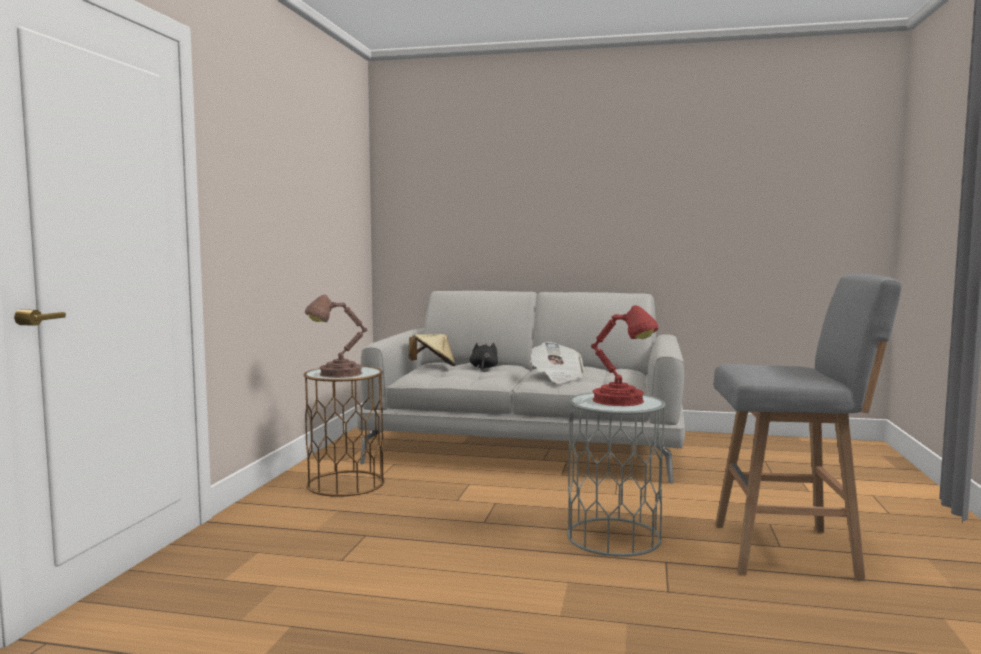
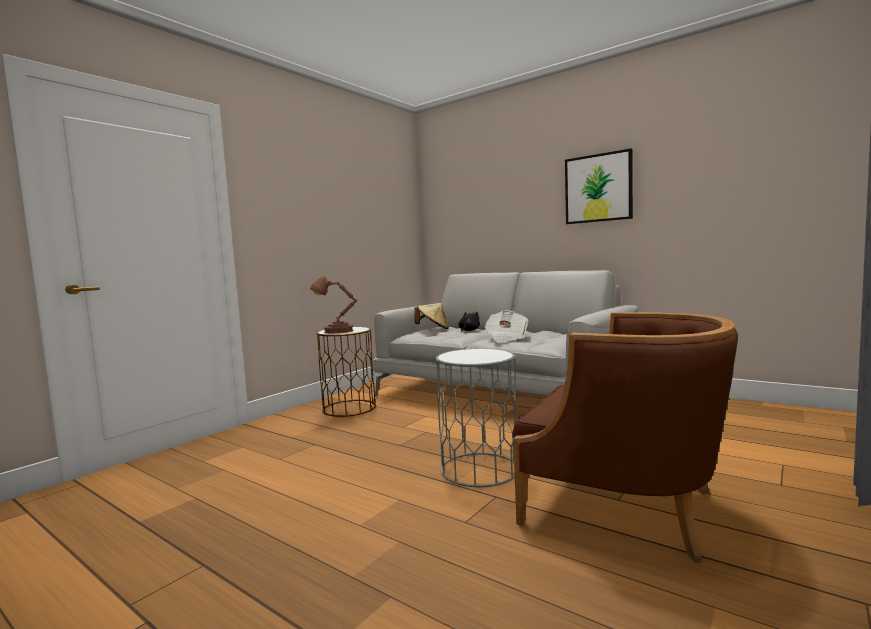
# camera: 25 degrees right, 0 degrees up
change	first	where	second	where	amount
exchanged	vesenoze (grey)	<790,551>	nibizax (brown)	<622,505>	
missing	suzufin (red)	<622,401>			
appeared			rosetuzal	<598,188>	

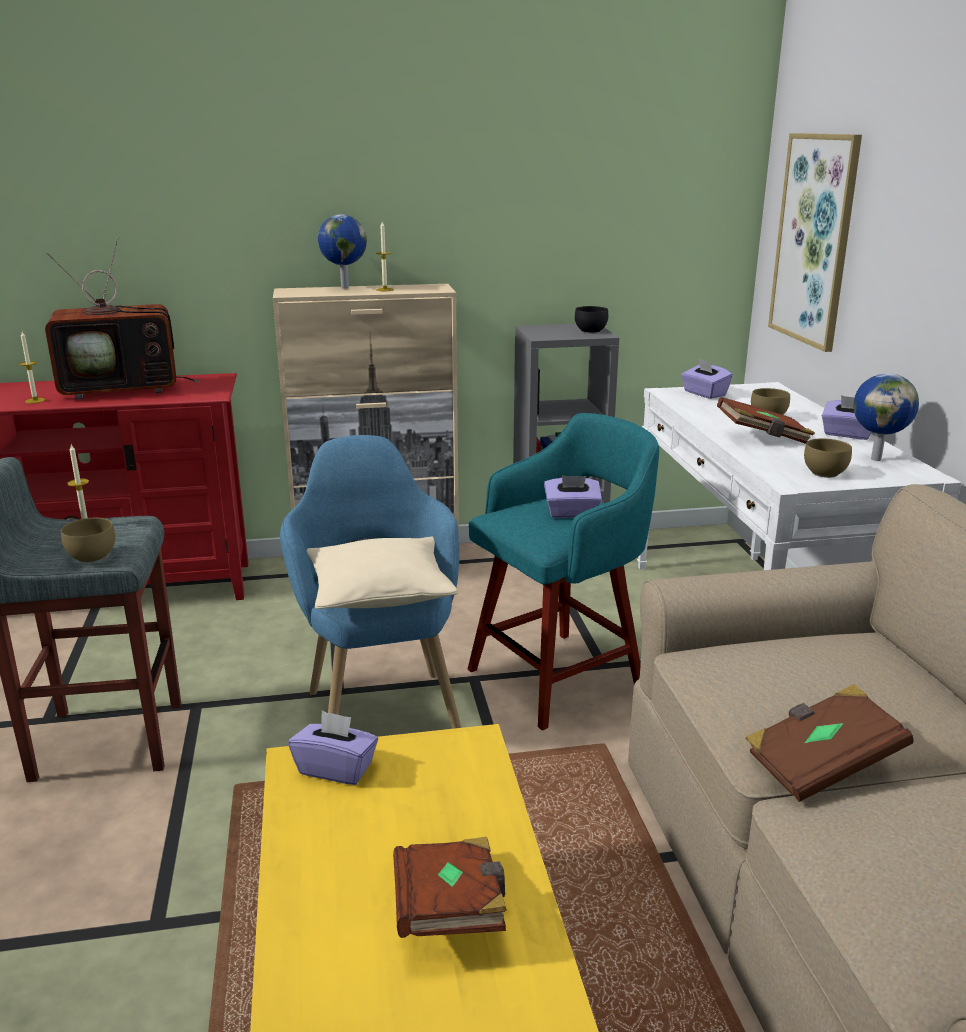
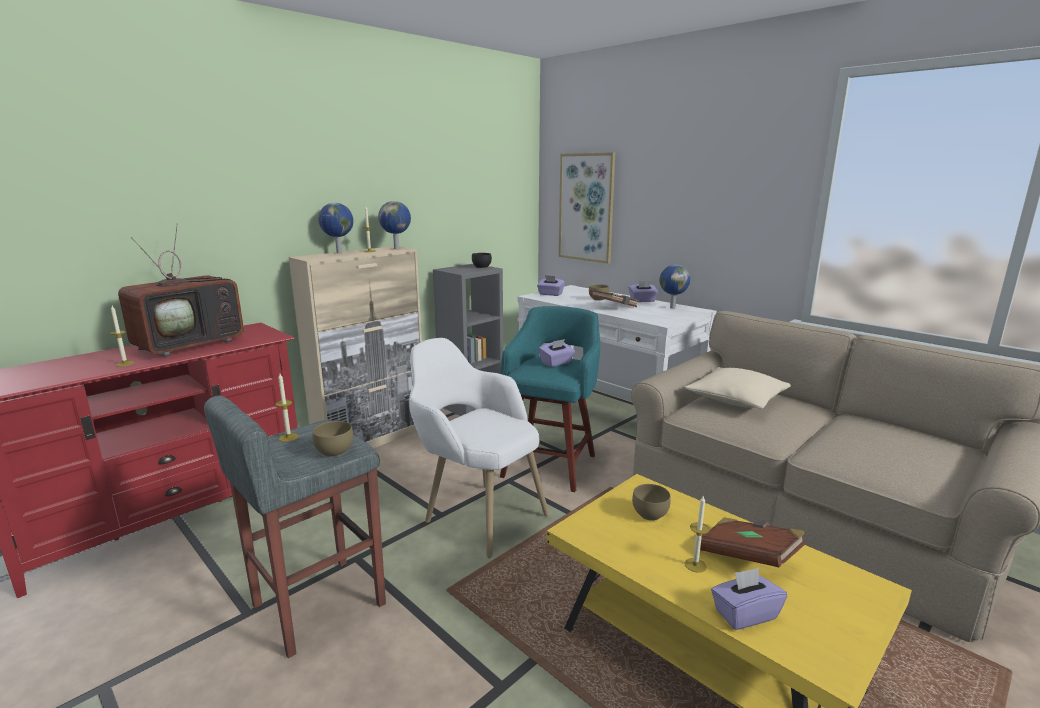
# camera: 35 degrees left, 5 degrees down
change	first	where	second	where	amount
colour	nibizax (blue)	<380,705>	nibizax (white)	<475,513>	
relocated	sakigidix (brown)	<825,474>		<651,515>	
relocated	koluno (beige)	<380,592>		<736,399>	
missing	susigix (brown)	<821,764>			
relocated	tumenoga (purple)	<336,768>		<744,614>	
appeared			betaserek	<397,248>	
appeared			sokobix	<695,565>	

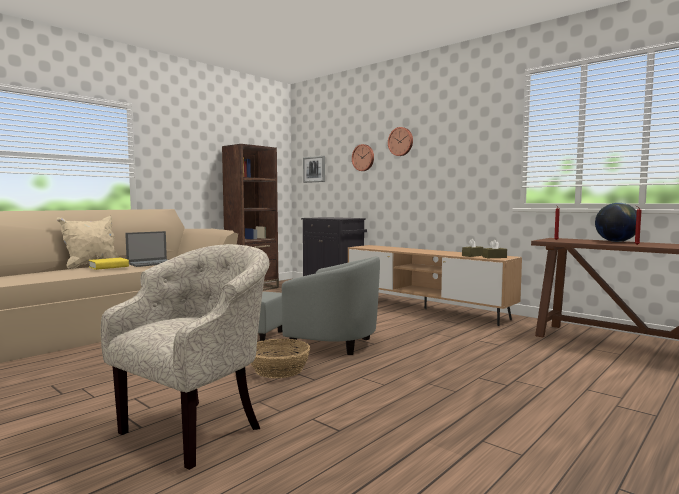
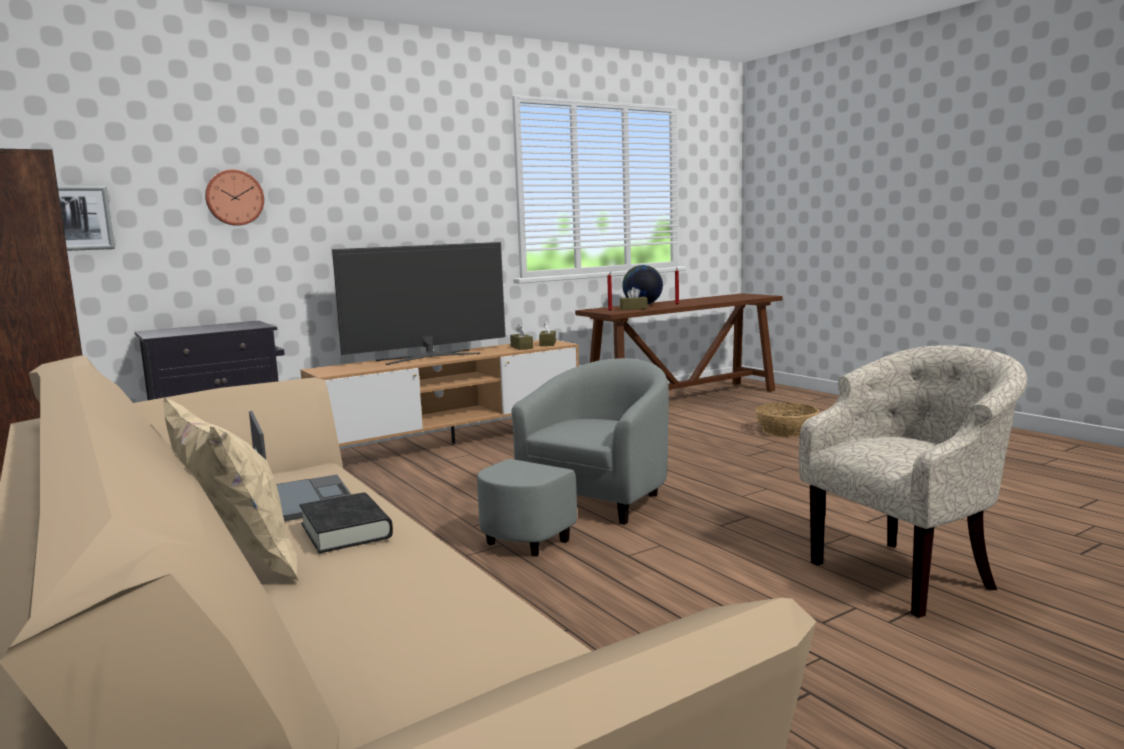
# camera: 75 degrees left, 5 degrees up
change	first	where	second	where	amount
missing	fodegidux	<401,141>			
spun	nibizax (beige)	<198,428>		<909,574>	105 degrees clockwise
colour	susigix (yellow)	<108,267>	susigix (black)	<346,530>	
relocated	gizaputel	<279,369>		<786,431>	
appeared			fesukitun	<429,357>	
appeared			tumenoga (brown)	<633,308>	

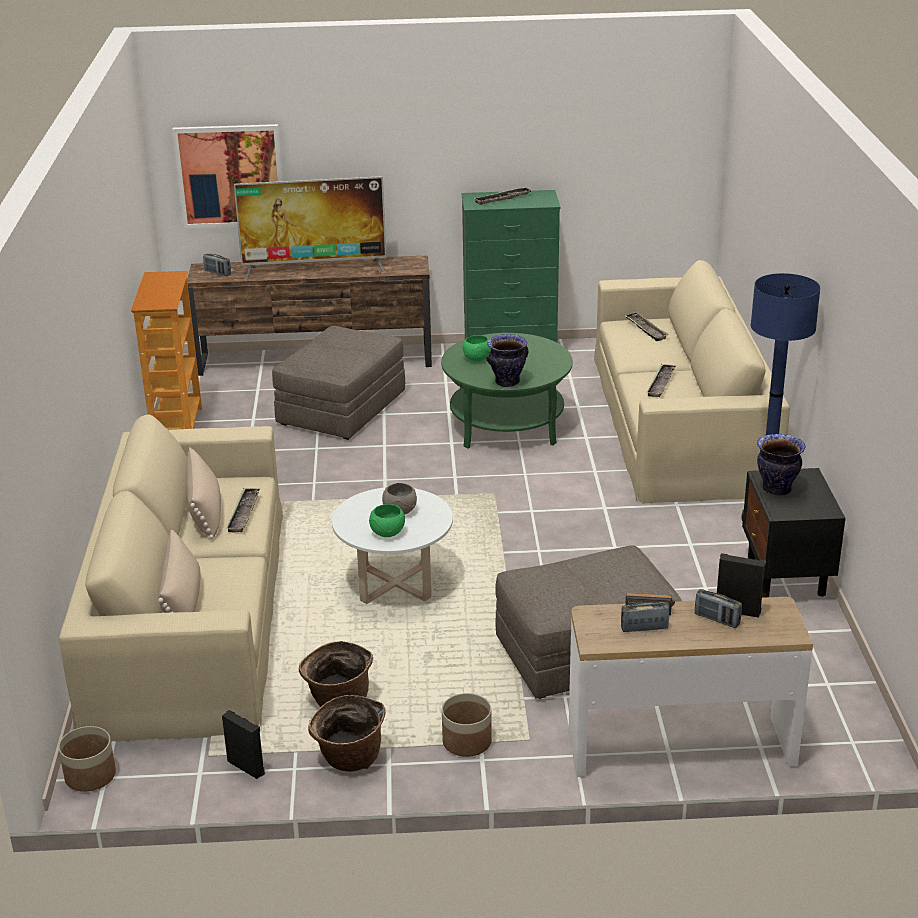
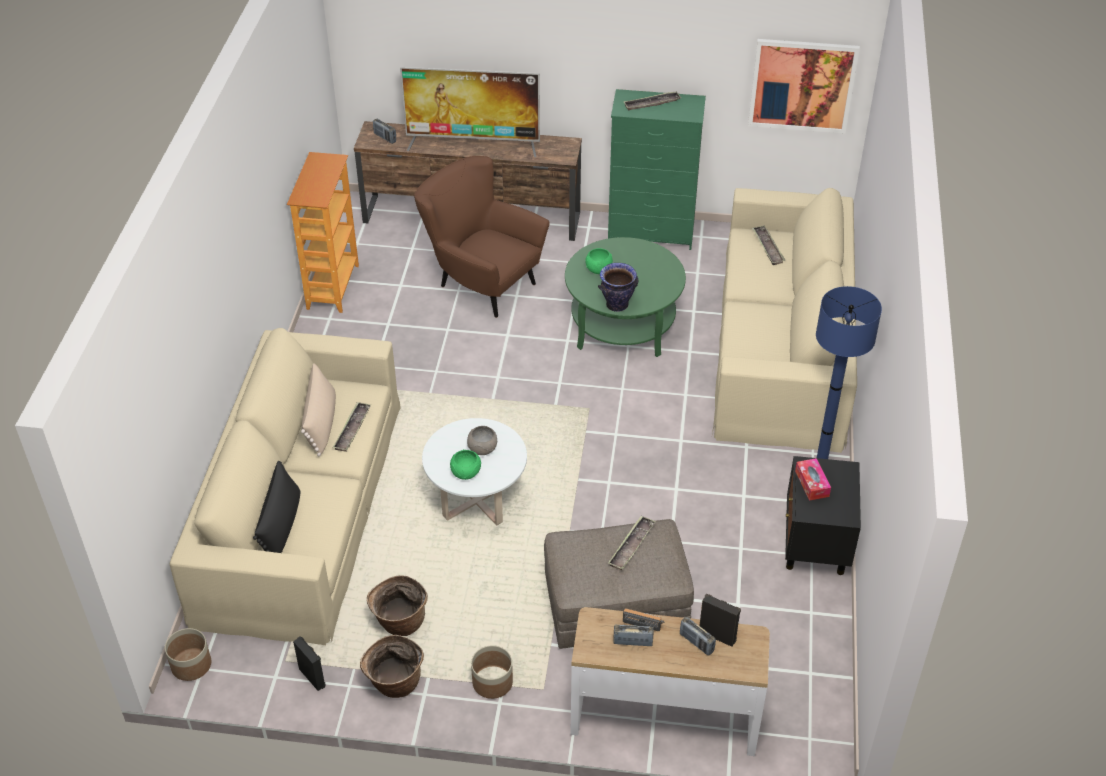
# camera: 10 degrees right, 15 degrees up
change	first	where	second	where	amount
relocated	rosetuzal	<230,176>		<802,85>	
exchanged	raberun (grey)	<342,408>	nibizax (brown)	<481,283>	
relocated	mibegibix	<661,383>		<631,545>	
exchanged	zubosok	<777,489>	tumenoga	<812,483>	
colour	koluno (beige)	<183,602>	koluno (black)	<281,525>	

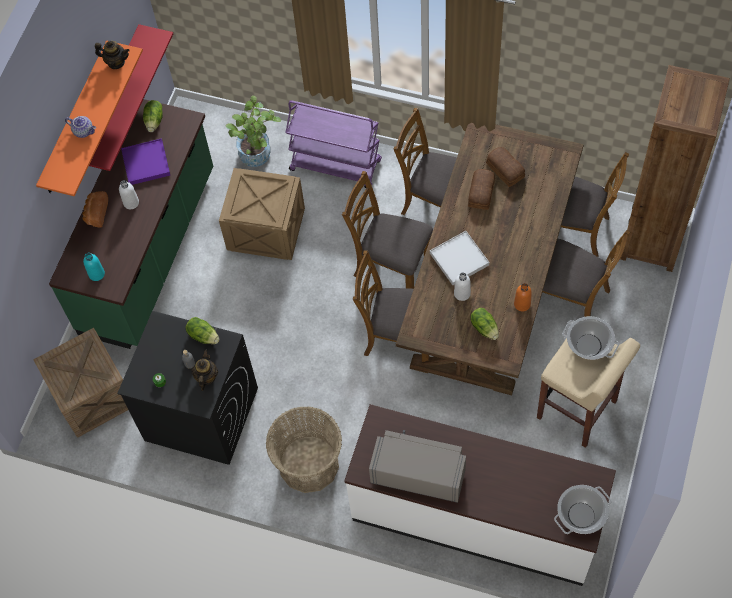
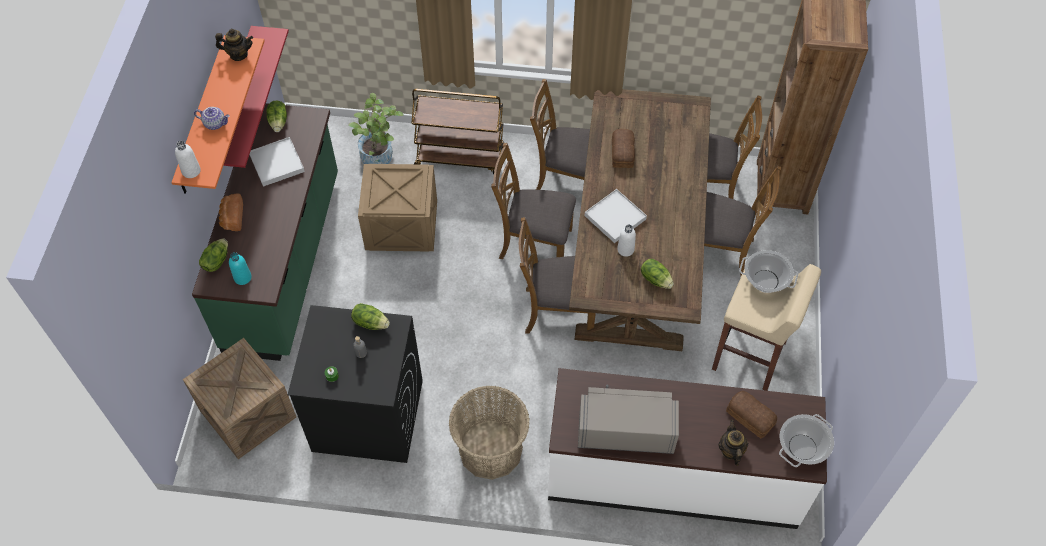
# camera: 15 degrees left, 5 degrees down
change	first	where	second	where	amount
colour	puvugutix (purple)	<336,165>	puvugutix (brown)	<460,157>	
colour	mibegibix (purple)	<146,163>	mibegibix (white)	<277,163>	
relocated	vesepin	<505,169>		<750,416>	
relocated	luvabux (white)	<131,202>		<191,171>	
missing	luvabux (orange)	<522,304>			
relocated	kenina	<206,377>		<730,450>	
appeared			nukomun	<216,261>	

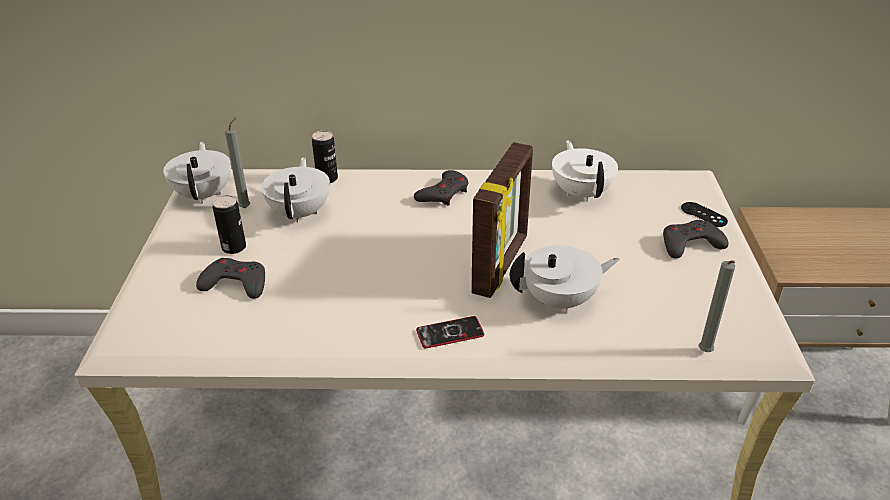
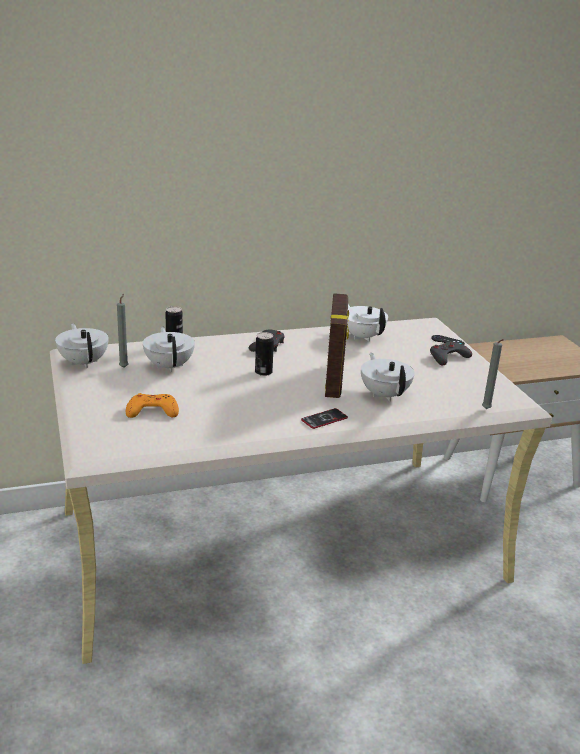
# camera: 20 degrees left, 10 degrees down
change	first	where	second	where	amount
relocated	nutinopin	<234,247>		<263,372>	
spun	kenina (white)	<560,300>		<384,394>	75 degrees counterclockwise
colour	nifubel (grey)	<235,283>	nifubel (orange)	<152,411>	

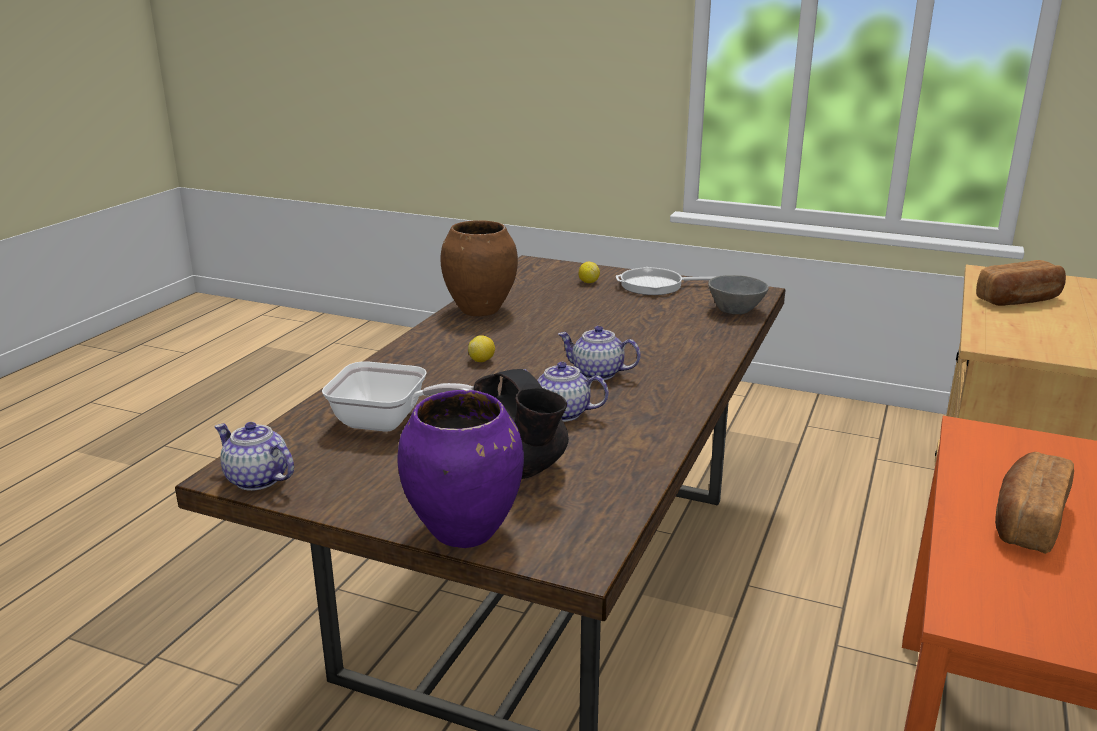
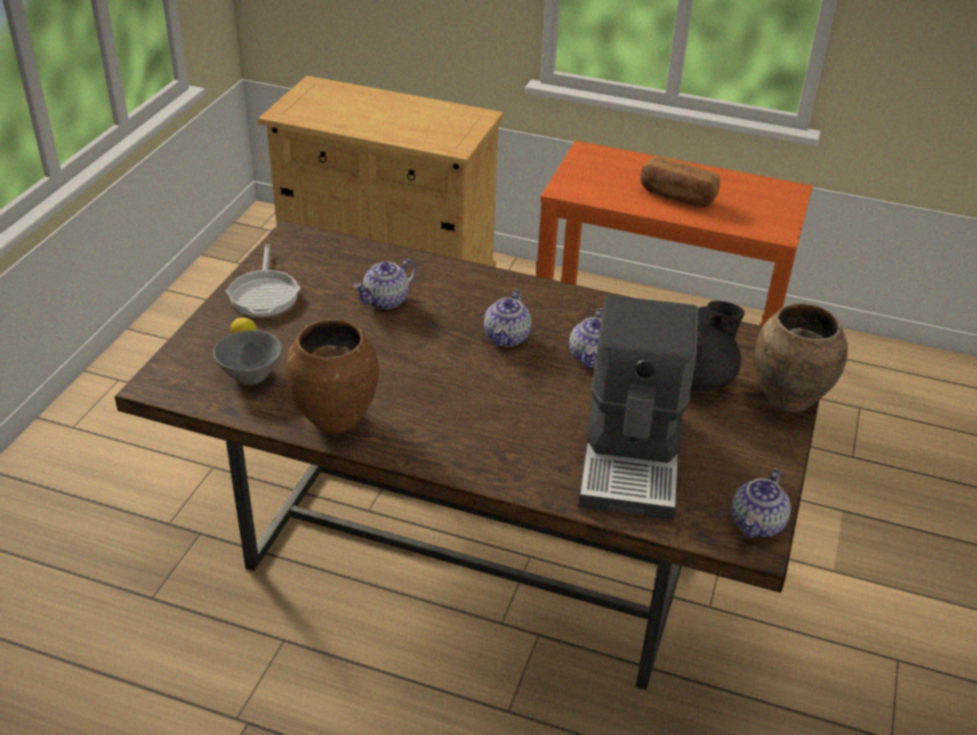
# camera: 95 degrees left, 15 degrees up
change	first	where	second	where	amount
missing	vesepin	<1019,300>			
relocated	sakigidix (grey)	<736,311>		<252,374>	
missing	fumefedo	<482,360>			
exchanged	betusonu	<389,423>	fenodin	<633,457>	
colour	zubosok (purple)	<465,532>	zubosok (brown)	<787,398>	
appeared			kenina	<386,300>	

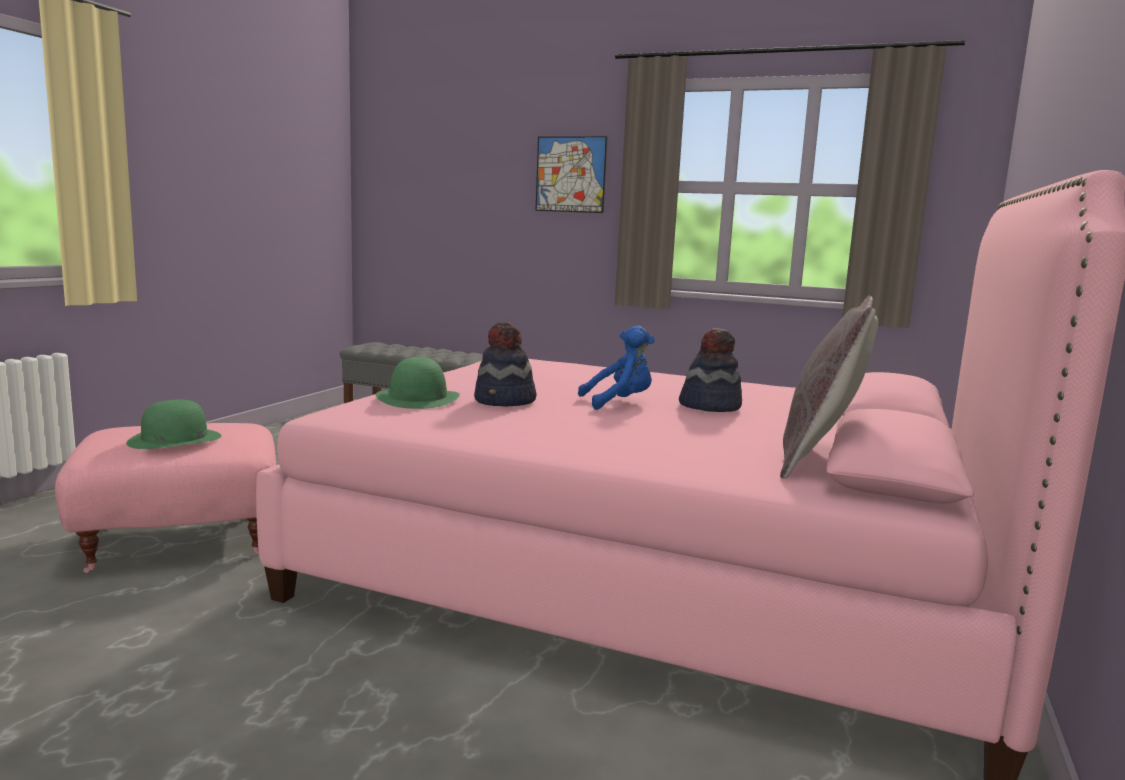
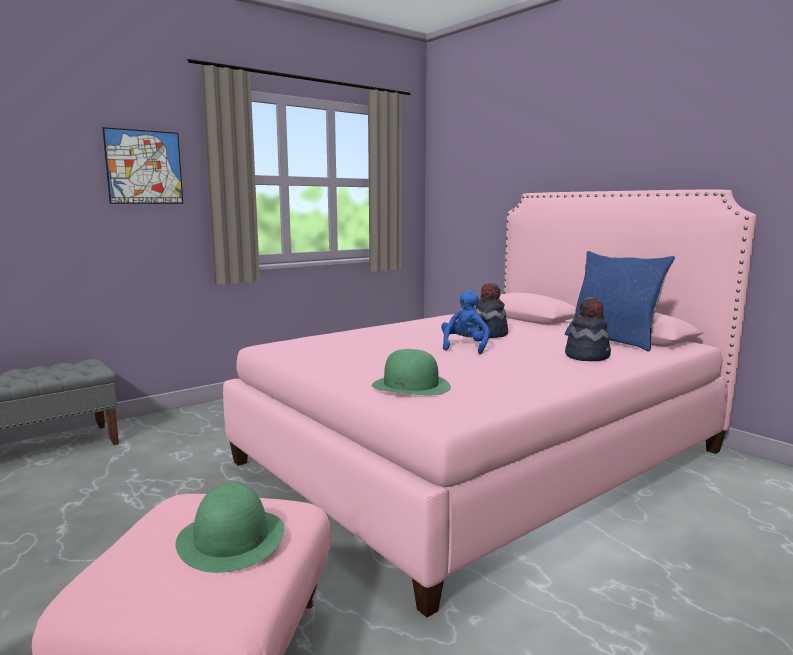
# camera: 60 degrees left, 0 degrees up
change	first	where	second	where	amount
colour	koluno (grey)	<820,460>	koluno (blue)	<613,340>	
relocated	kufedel	<505,401>		<587,356>	

